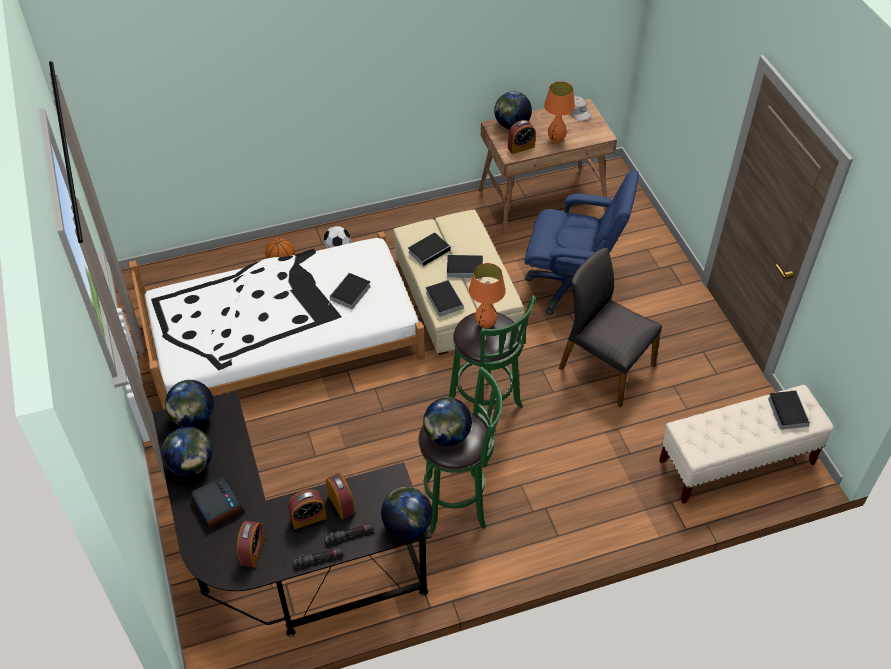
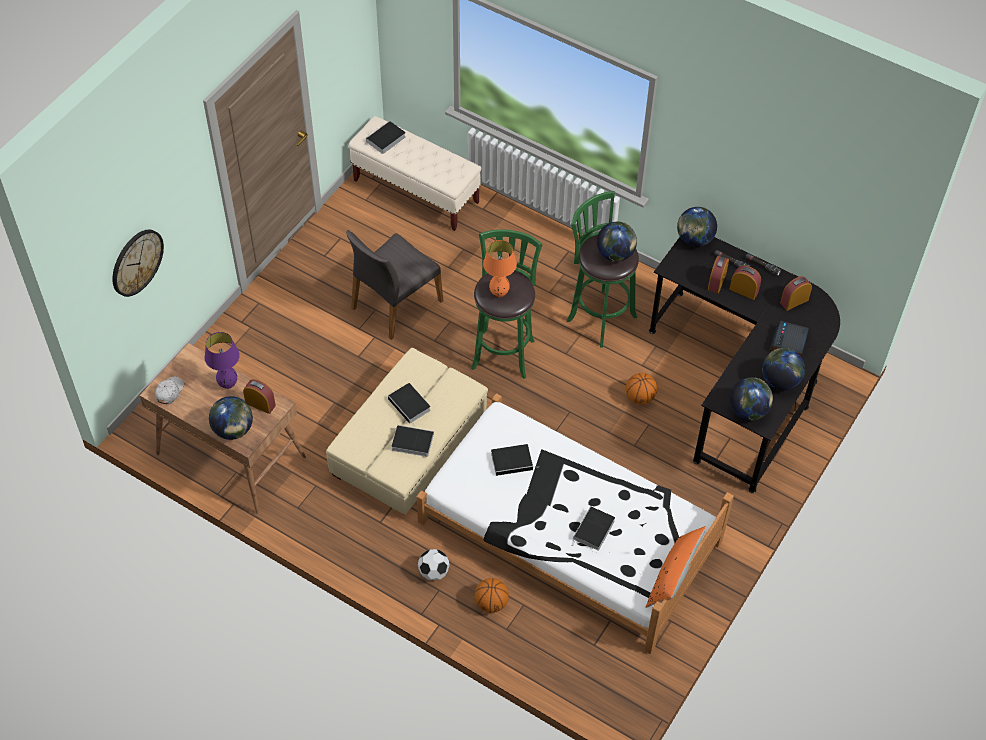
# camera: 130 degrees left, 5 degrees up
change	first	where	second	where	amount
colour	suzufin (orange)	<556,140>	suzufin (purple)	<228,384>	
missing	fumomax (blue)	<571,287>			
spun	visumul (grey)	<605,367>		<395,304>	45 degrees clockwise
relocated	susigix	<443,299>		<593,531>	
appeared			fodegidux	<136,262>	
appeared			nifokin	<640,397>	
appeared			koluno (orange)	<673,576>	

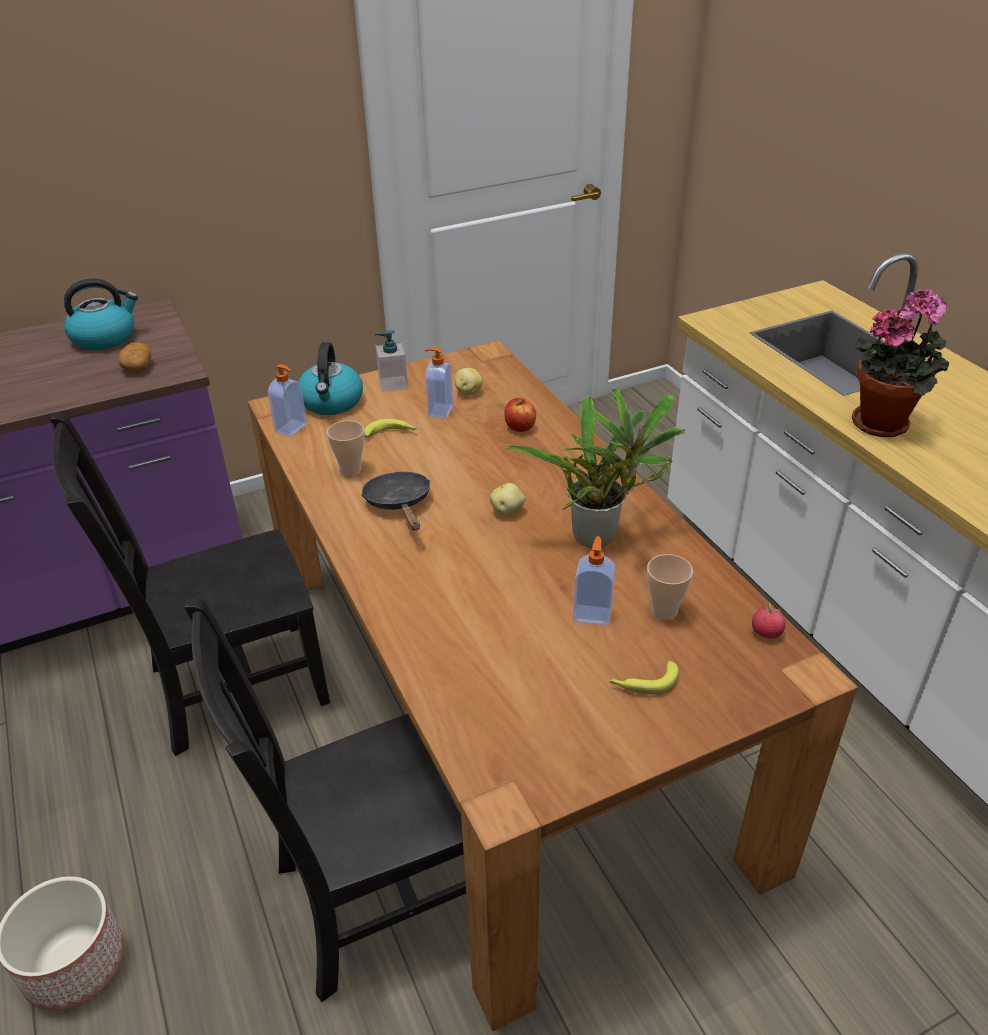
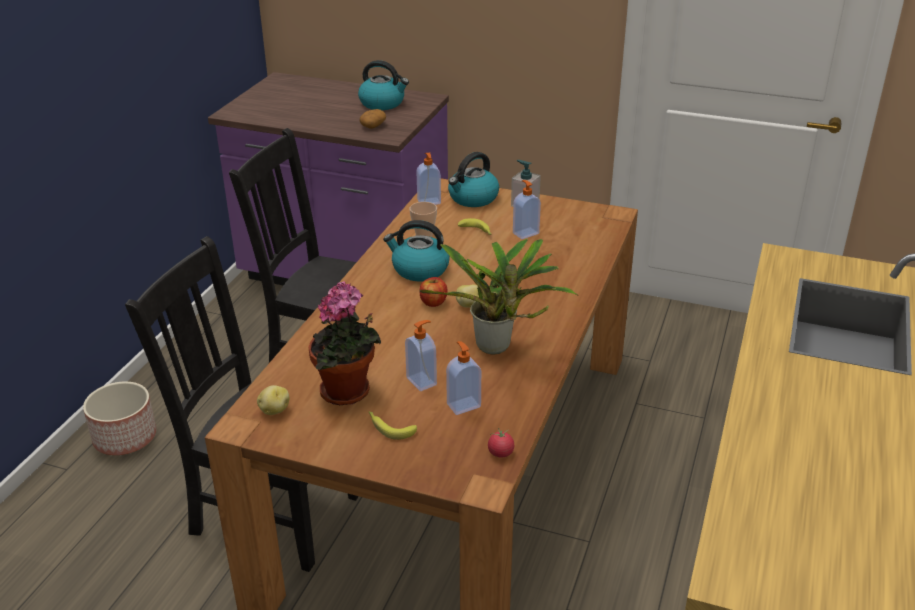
# camera: 45 degrees right, 5 degrees down
change	first	where	second	where	amount
relocated	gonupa	<884,423>		<348,393>	
relocated	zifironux	<468,392>		<274,410>	
relocated	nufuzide	<519,427>		<433,302>	
exchanged	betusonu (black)	<399,504>	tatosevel	<419,270>	
exchanged	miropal	<664,611>	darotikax	<463,405>	

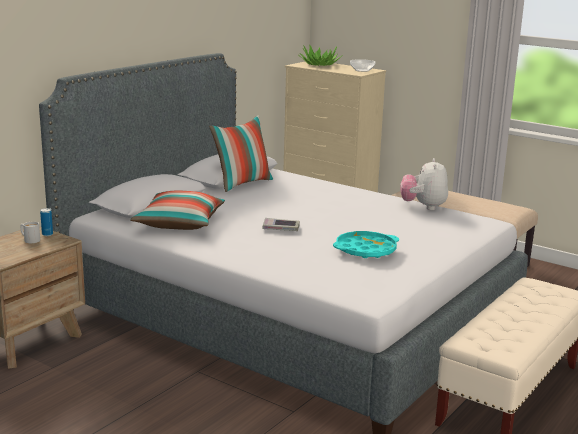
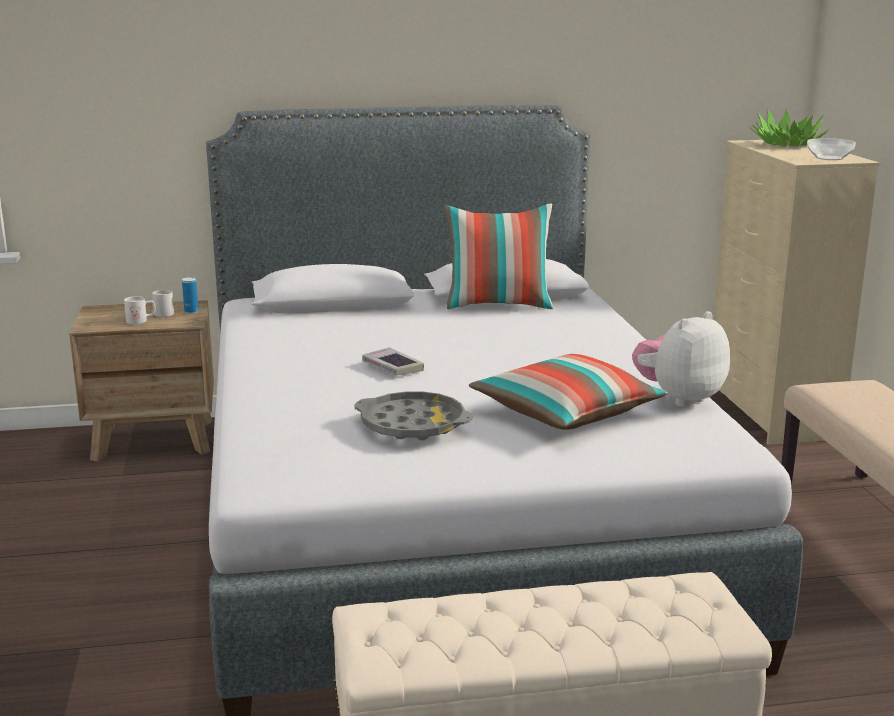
# camera: 45 degrees right, 0 degrees up
change	first	where	second	where	amount
relocated	koluno	<179,223>		<566,413>	
colour	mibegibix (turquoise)	<365,250>	mibegibix (grey)	<413,424>	
appeared			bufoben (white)	<141,321>	

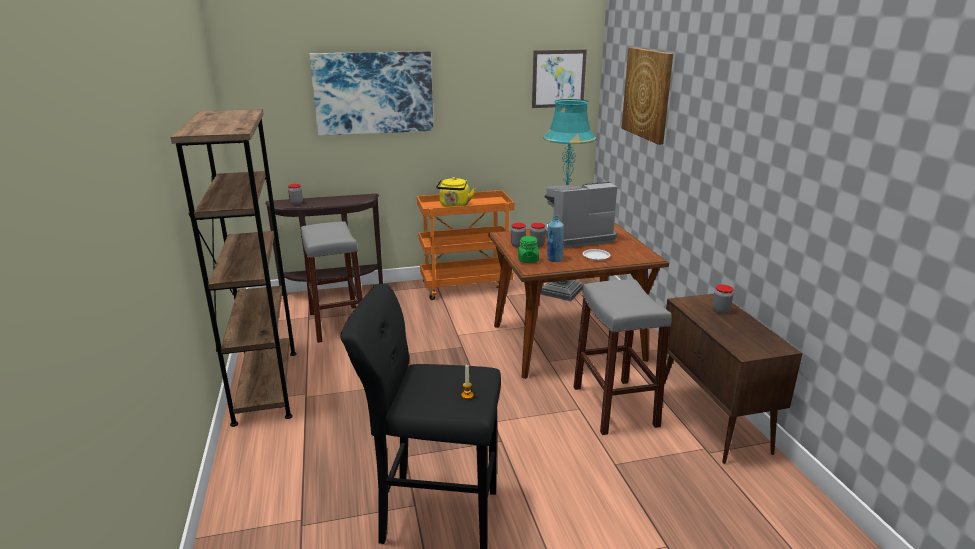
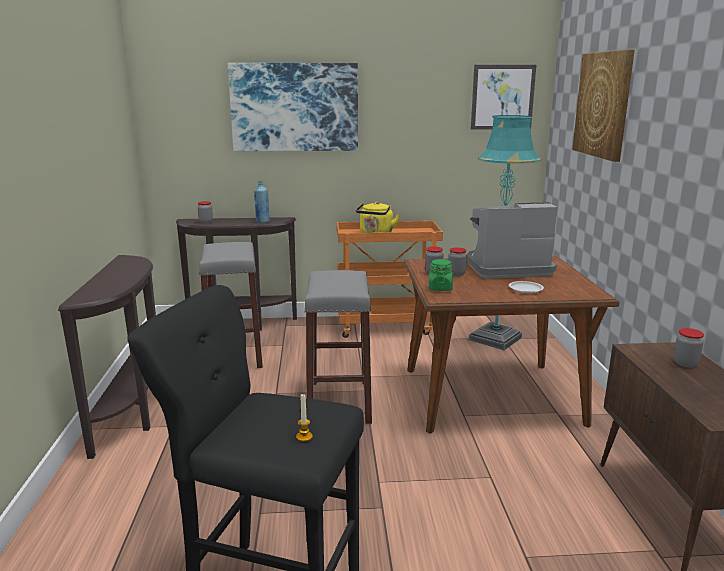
# camera: 10 degrees right, 5 degrees down
change	first	where	second	where	amount
exchanged	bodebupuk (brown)	<266,386>	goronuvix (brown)	<134,413>	
relocated	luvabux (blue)	<554,259>		<262,222>	
relocated	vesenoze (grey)	<614,406>		<339,401>	

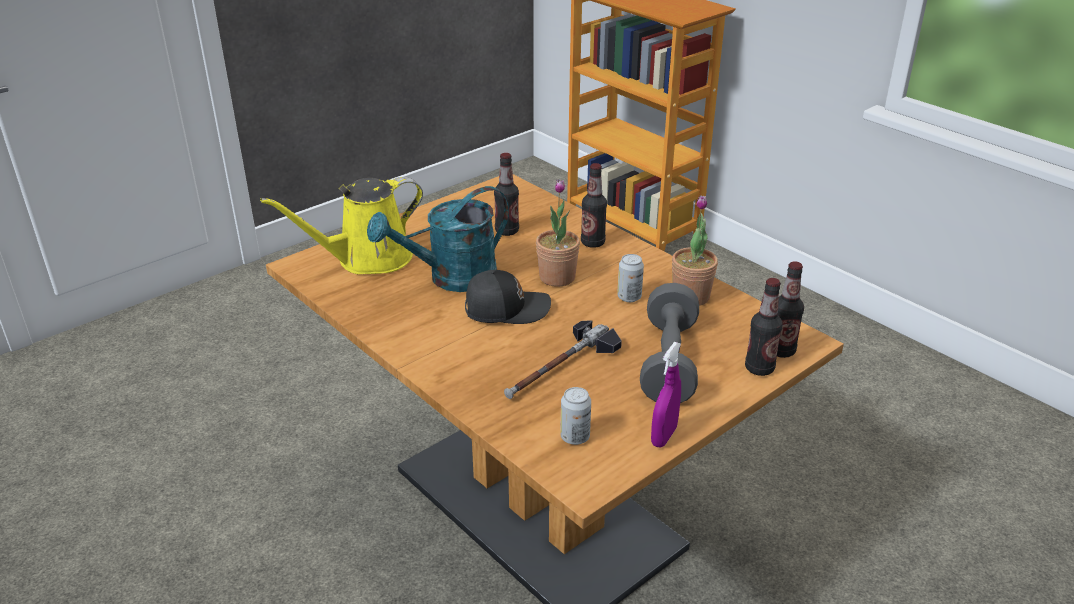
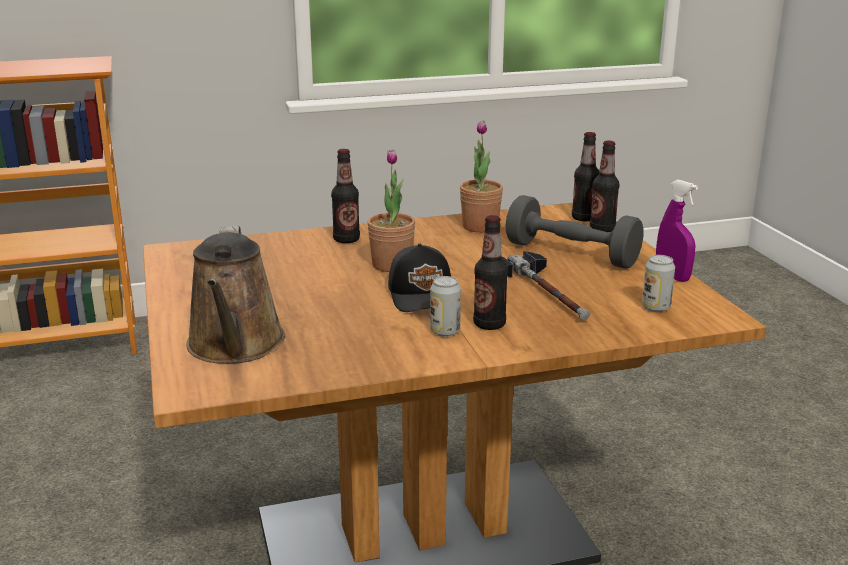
# camera: 65 degrees left, 10 degrees down
change	first	where	second	where	amount
relocated	luvabux	<507,231>		<489,324>	
colour	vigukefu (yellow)	<367,259>	vigukefu (brown)	<235,346>	
missing	vigukefu (turquoise)	<451,279>			
relocated	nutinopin	<629,297>		<445,331>	
spun	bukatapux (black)	<506,308>		<424,296>	150 degrees clockwise

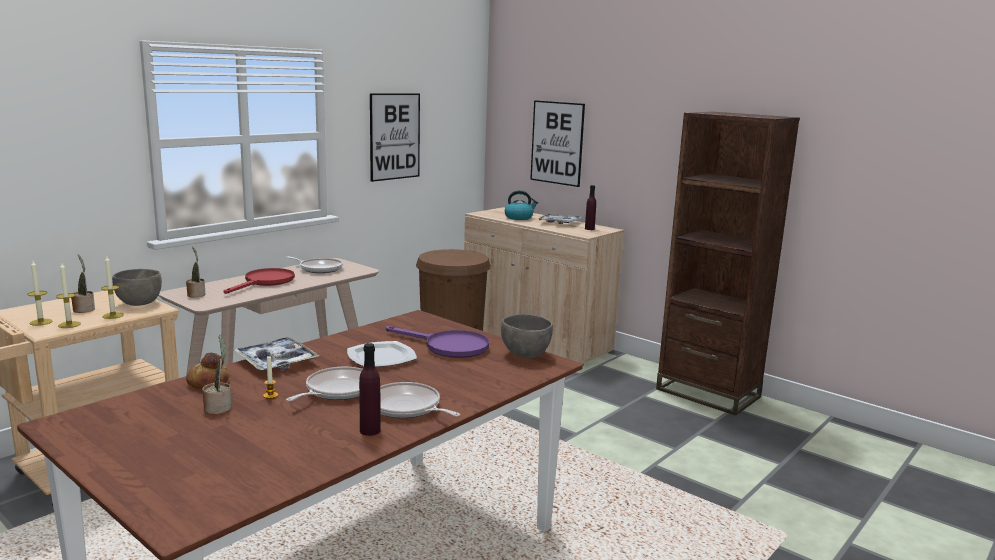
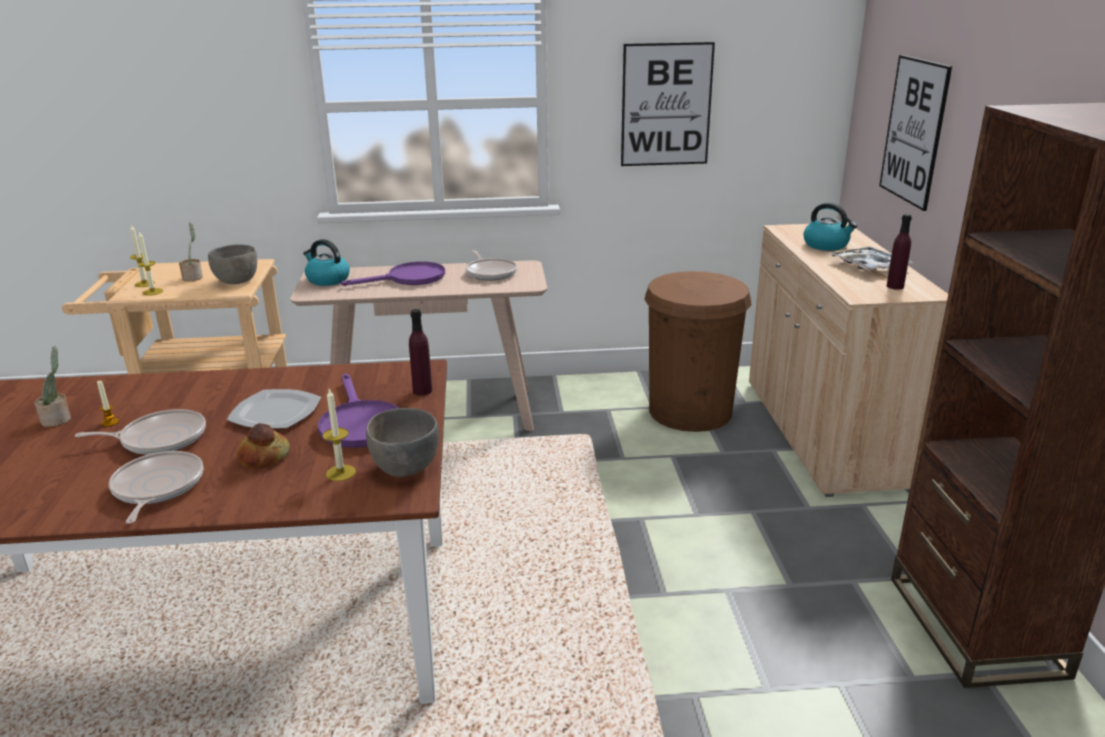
# camera: 45 degrees right, 10 degrees up
change	first	where	second	where	amount
exchanged	gonupa	<196,294>	tatosevel	<327,280>	
relocated	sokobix	<113,315>		<340,473>	
colour	betusonu (red)	<265,282>	betusonu (purple)	<409,279>	
missing	mibegibix	<276,361>			
relocated	luvabux (purple)	<370,430>		<422,391>	
relocated	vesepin	<207,382>		<263,456>	

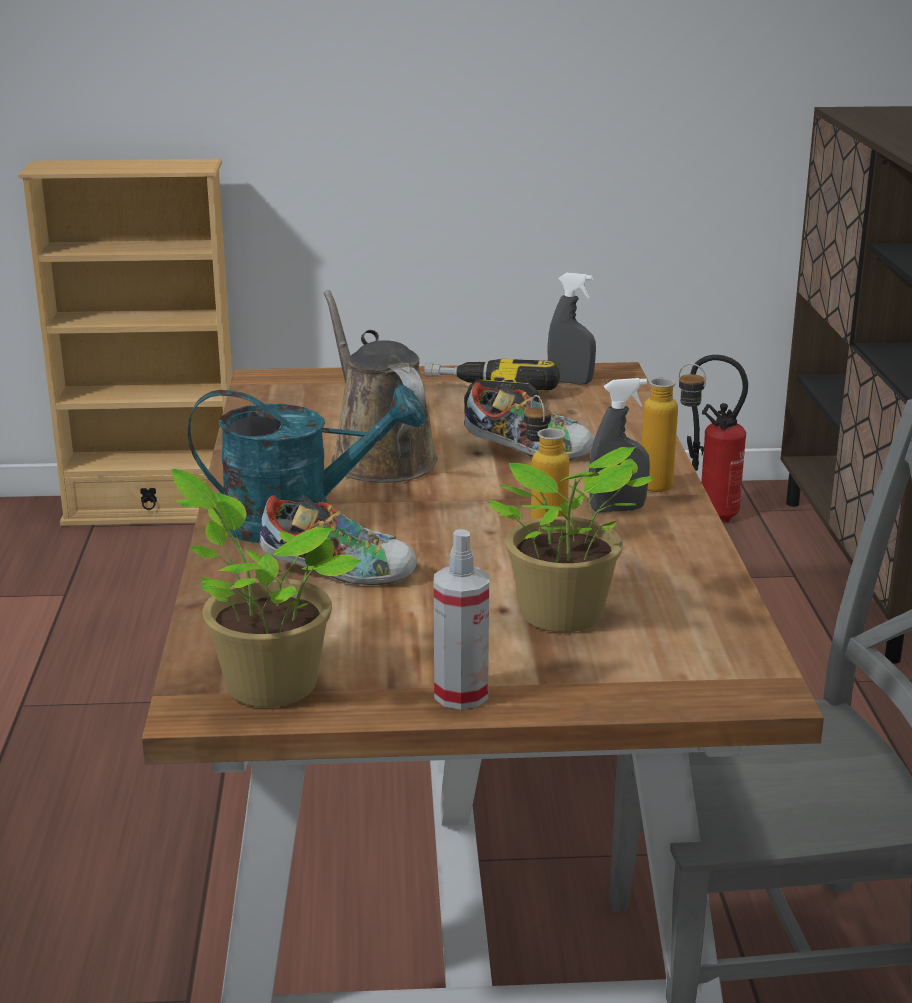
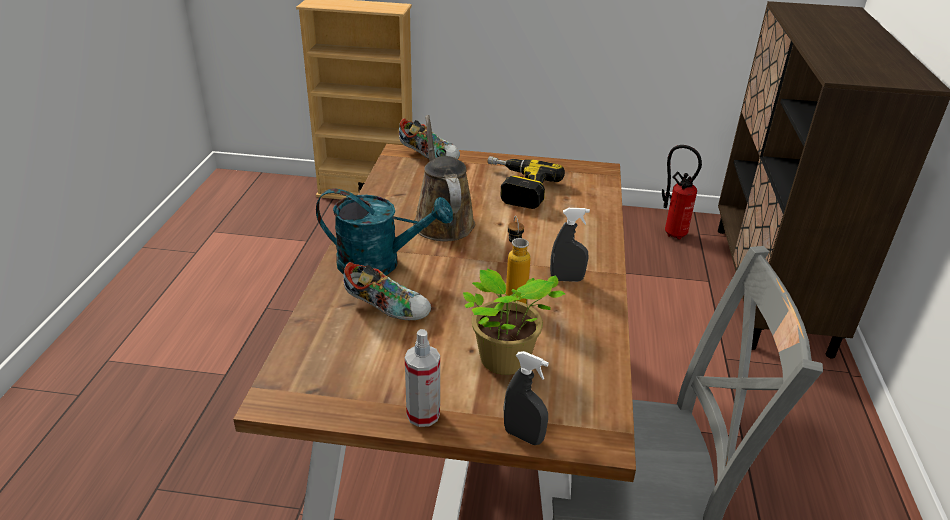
# camera: 10 degrees right, 10 degrees up
change	first	where	second	where	amount
relocated	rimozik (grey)	<570,382>		<523,436>	
missing	luvabux	<669,489>			
relocated	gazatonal	<528,451>		<429,155>	
missing	gonupa	<264,683>			

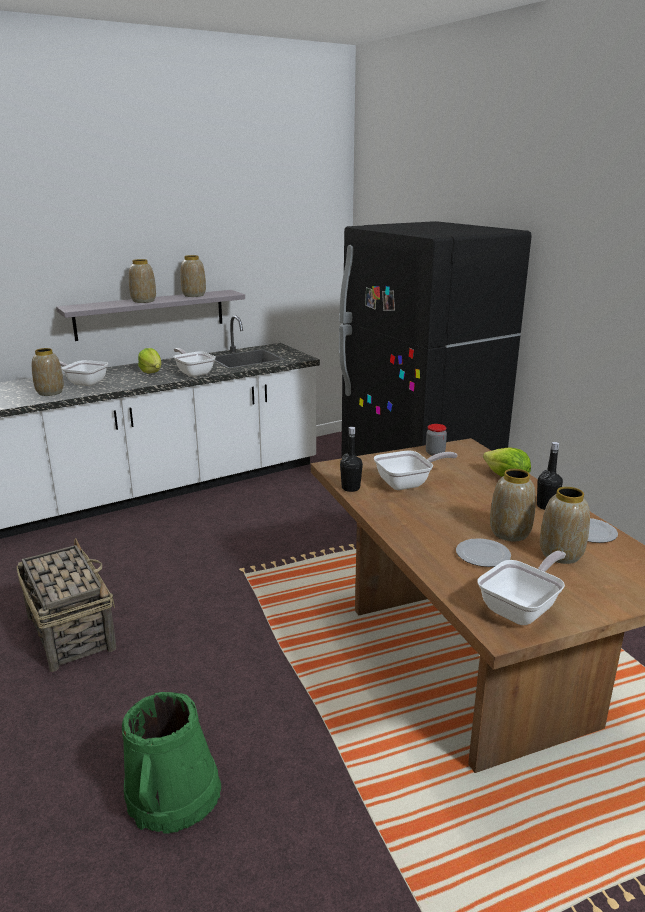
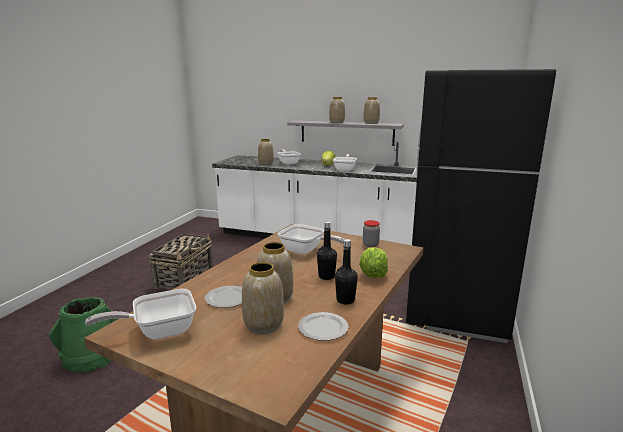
# camera: 50 degrees right, 5 degrees down
change	first	where	second	where	amount
relocated	luvabux (black)	<350,488>		<326,276>	
spun	betusonu	<522,608>		<159,331>	150 degrees clockwise

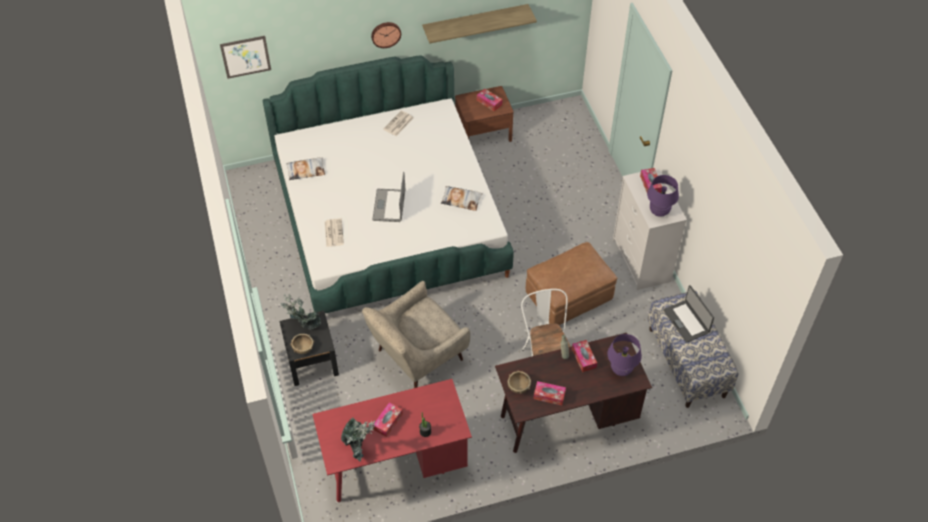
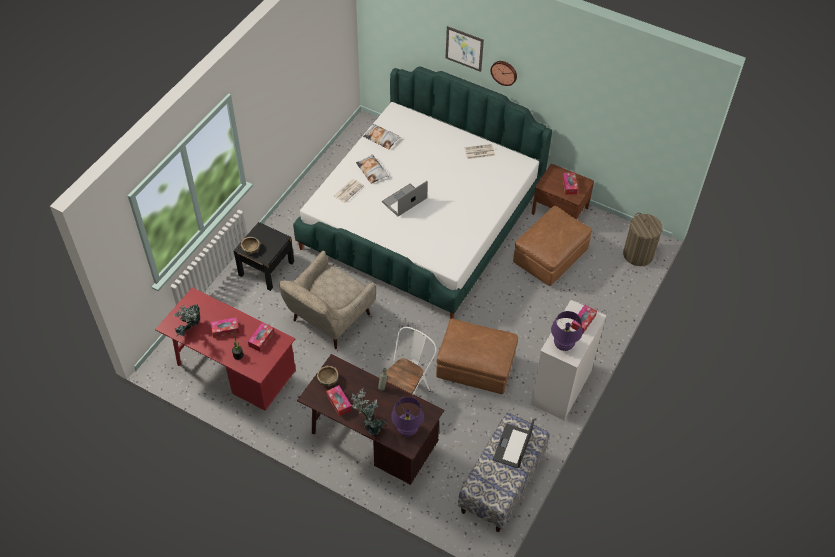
# camera: 45 degrees right, 0 degrees up
change	first	where	second	where	amount
missing	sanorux	<475,22>			
relocated	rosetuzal	<245,57>		<464,48>	
relocated	koluno	<461,200>		<372,171>	
spun	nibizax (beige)	<416,357>		<328,320>	60 degrees counterclockwise
relocated	gonupa	<303,325>		<369,425>	
relocated	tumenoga	<583,358>		<261,339>	
appeared			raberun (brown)	<549,258>	
appeared			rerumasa	<638,254>	

